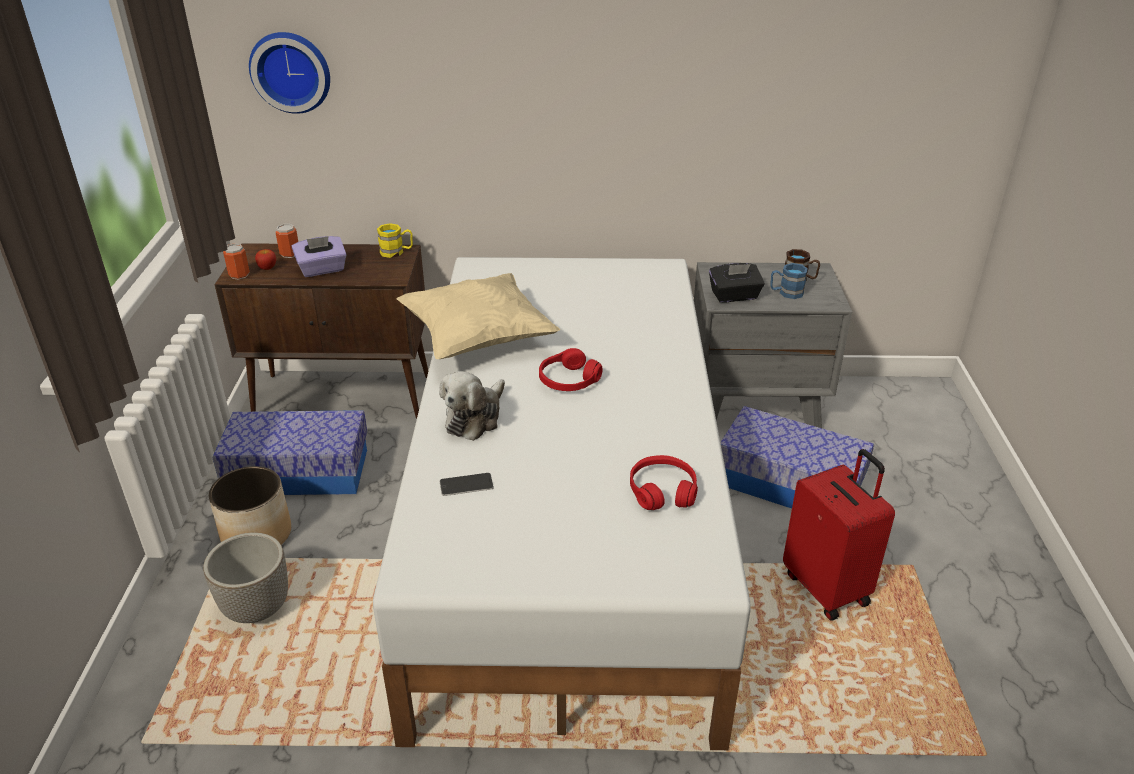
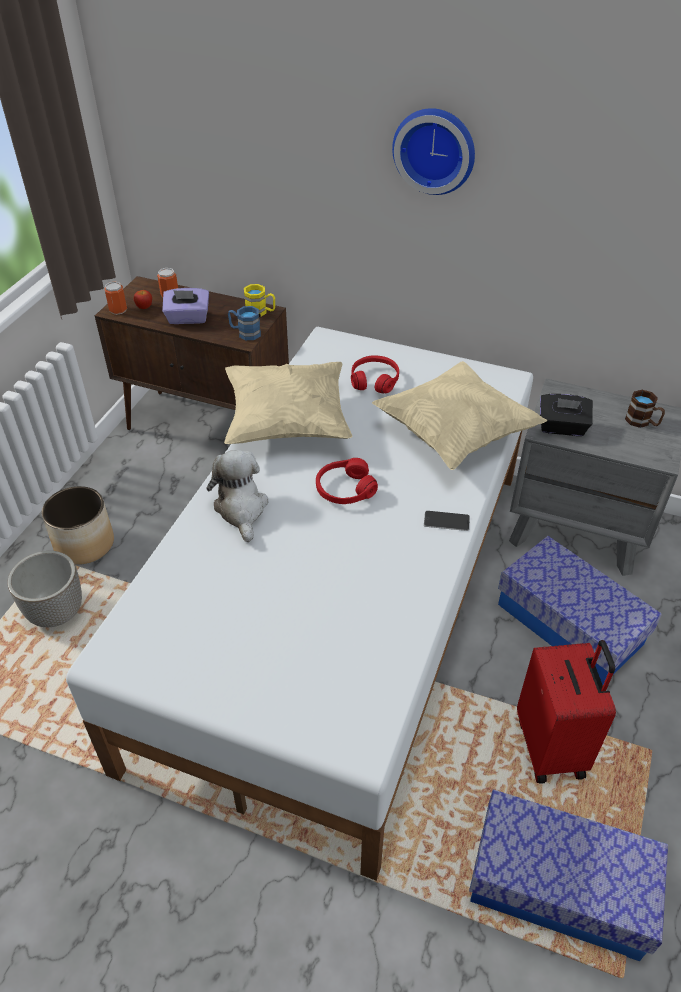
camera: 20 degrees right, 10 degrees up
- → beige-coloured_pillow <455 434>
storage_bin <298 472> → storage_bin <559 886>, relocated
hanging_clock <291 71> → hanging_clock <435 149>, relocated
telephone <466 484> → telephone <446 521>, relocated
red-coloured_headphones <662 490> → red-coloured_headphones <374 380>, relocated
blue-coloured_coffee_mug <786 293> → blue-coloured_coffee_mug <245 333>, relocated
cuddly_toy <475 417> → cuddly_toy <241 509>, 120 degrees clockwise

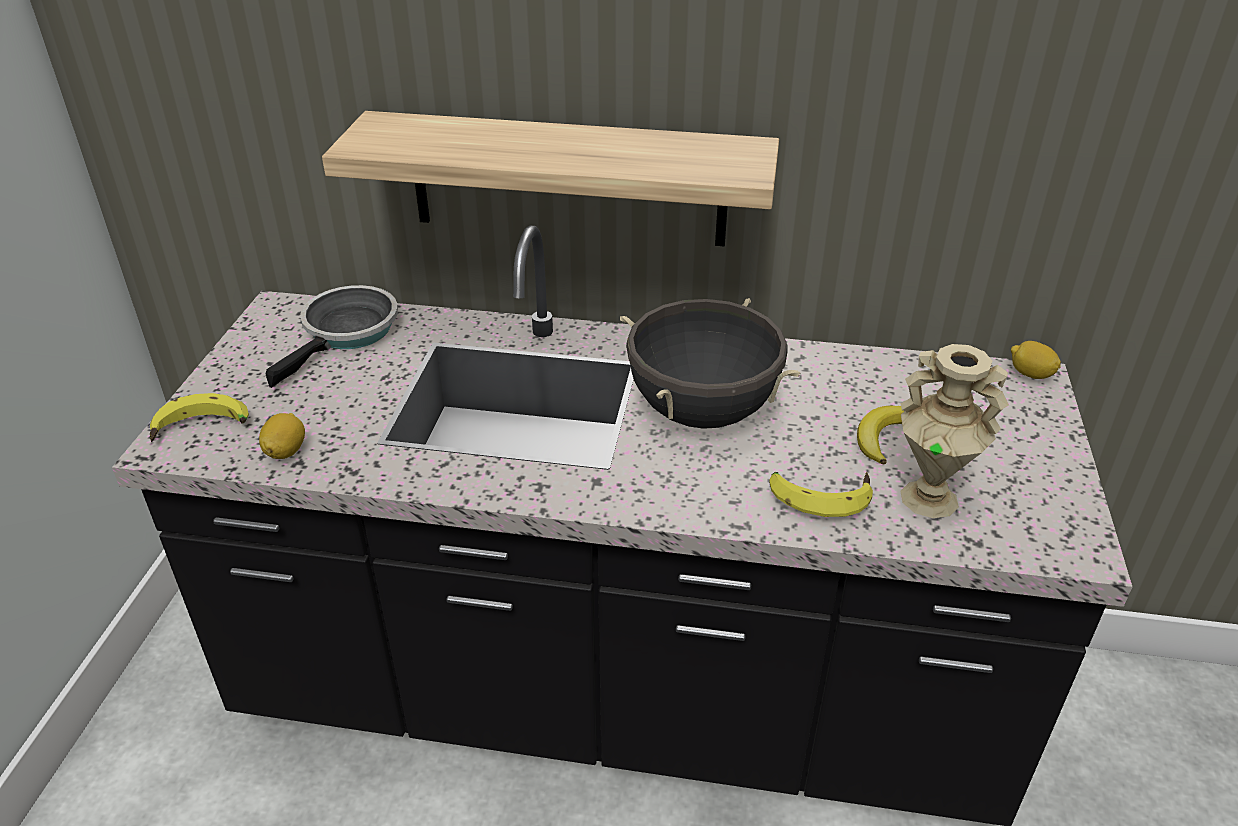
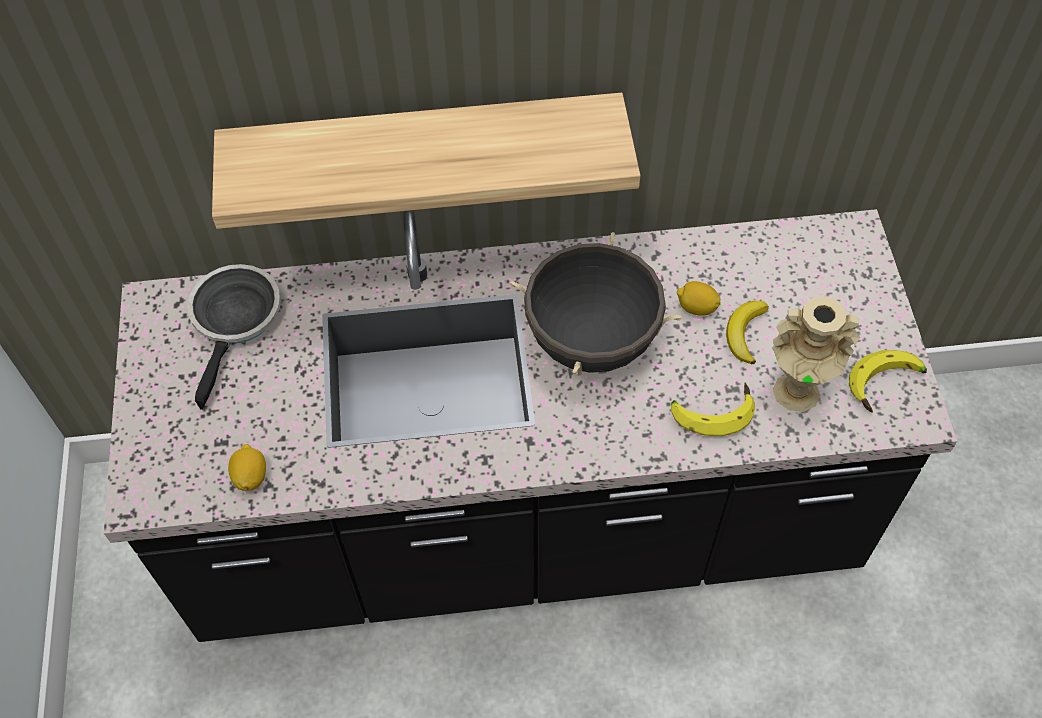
camera: 15 degrees left, 20 degrees up
whole_banana <201 430> → whole_banana <886 385>, relocated
whole_lemon <1030 374> → whole_lemon <696 307>, relocated

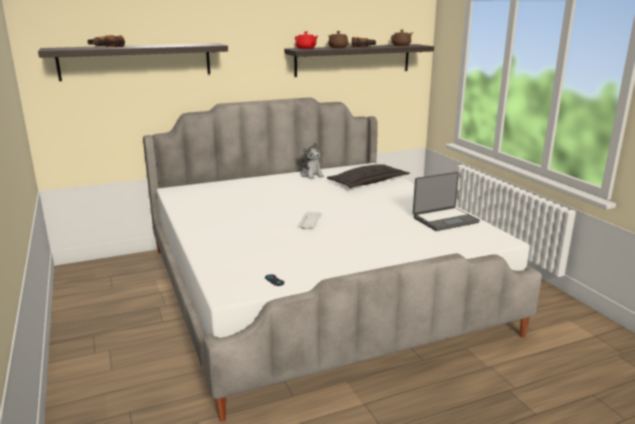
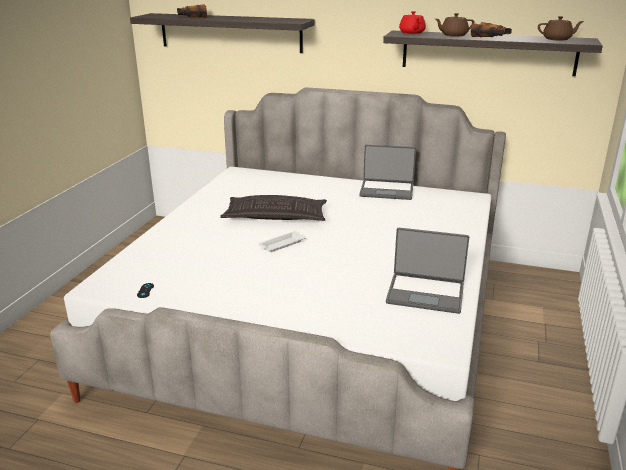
camera: 40 degrees right, 5 degrees up
pillow <368 182> → pillow <275 216>, relocated
cuddly_toy <311 175> → portable_computer <387 190>

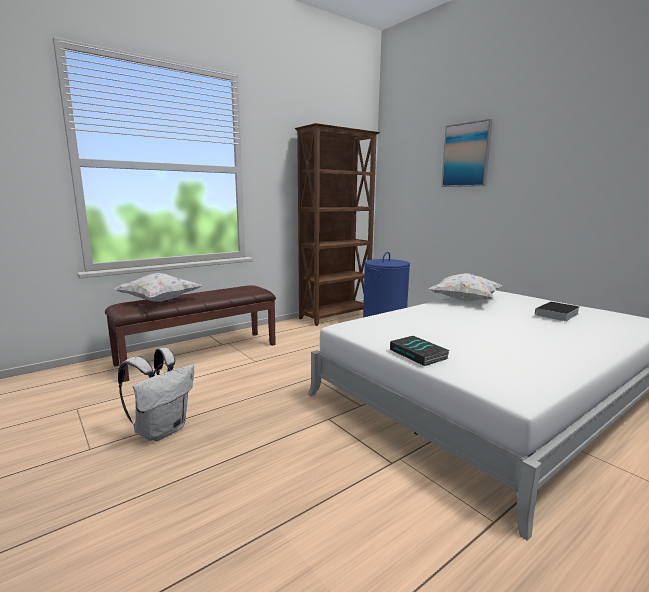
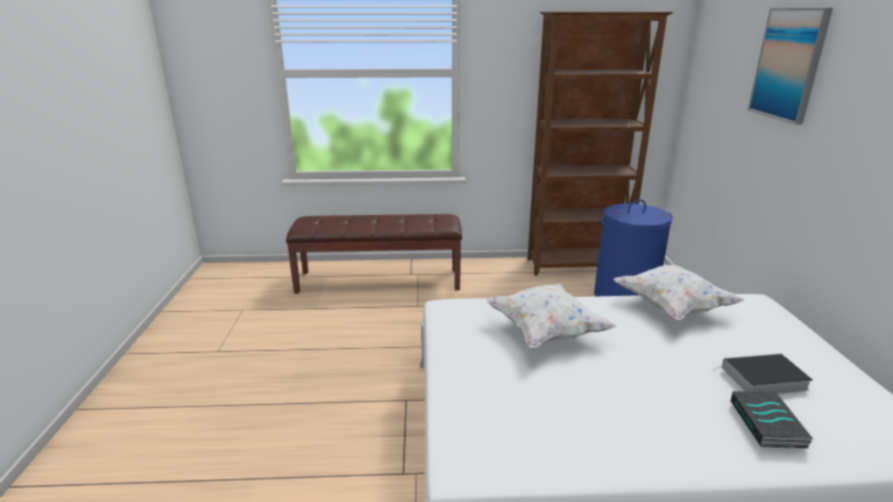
camera: 35 degrees right, 10 degrees up
white_rucksack <162 430> → -
white_pillow <159 301> → white_pillow <545 332>, relocated
volume <419 354> → volume <769 424>, relocated

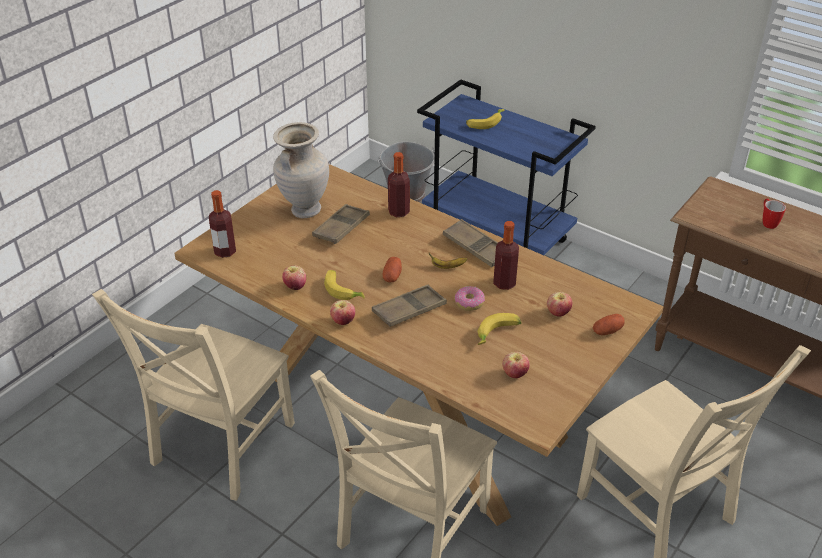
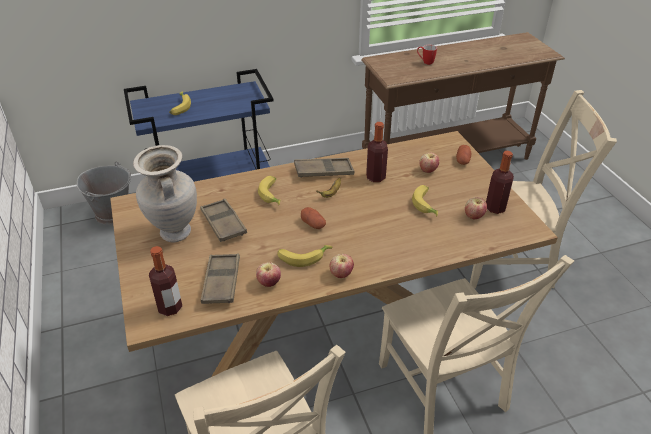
camera: 55 degrees left, 0 degrees up
doughnut <469 302> → -
- → whole_banana <273 195>
brown_tray <409 310> → brown_tray <221 282>, relocated
beverage_bottle <399 212> → beverage_bottle <495 208>, relocated

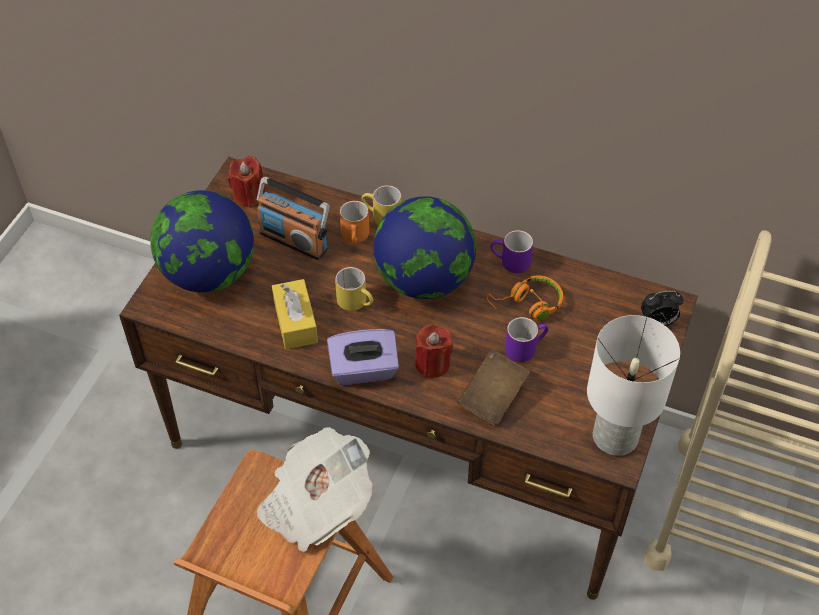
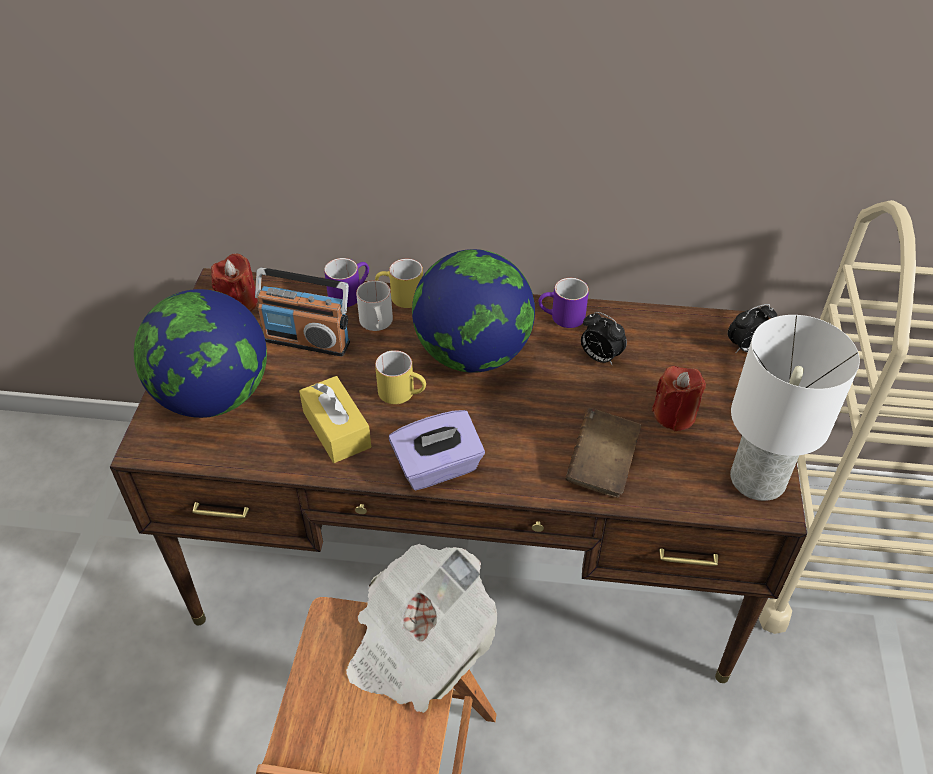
camera: 15 degrees left, 5 degrees down
red-coloured_wax_light <432 363> → red-coloured_wax_light <674 415>, relocated
purple-coloured_coffee_mug <525 347> → purple-coloured_coffee_mug <349 293>, relocated
orangey_headphones <528 304> → alarm_clock <599 357>
orangey_coffee_mug <356 237> → white_coffee_mug <378 324>

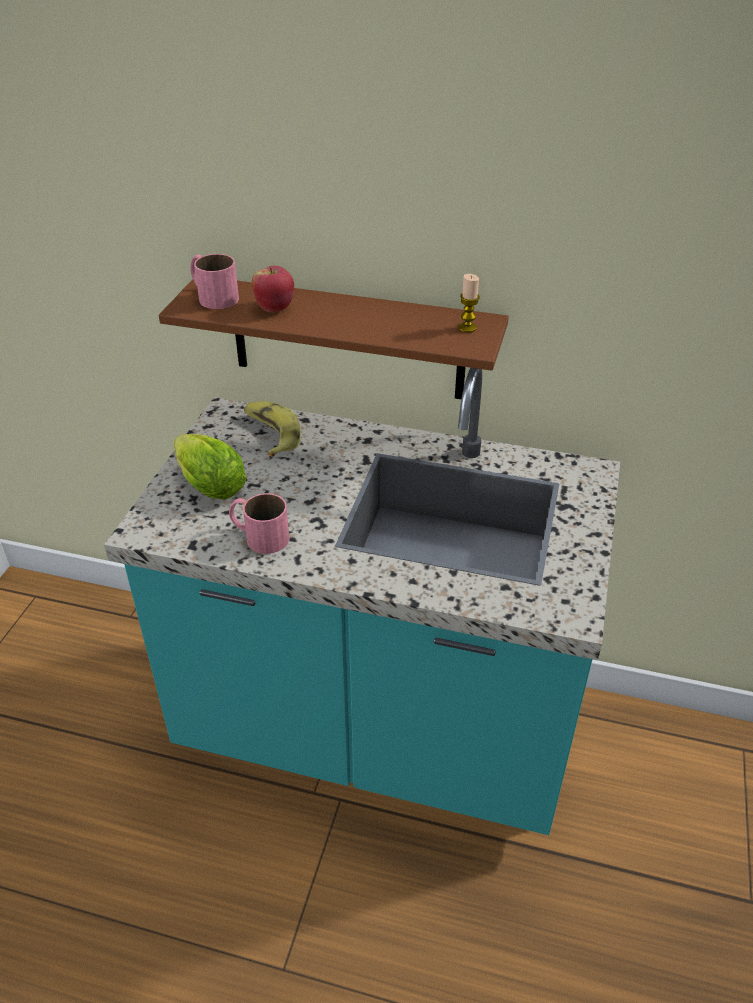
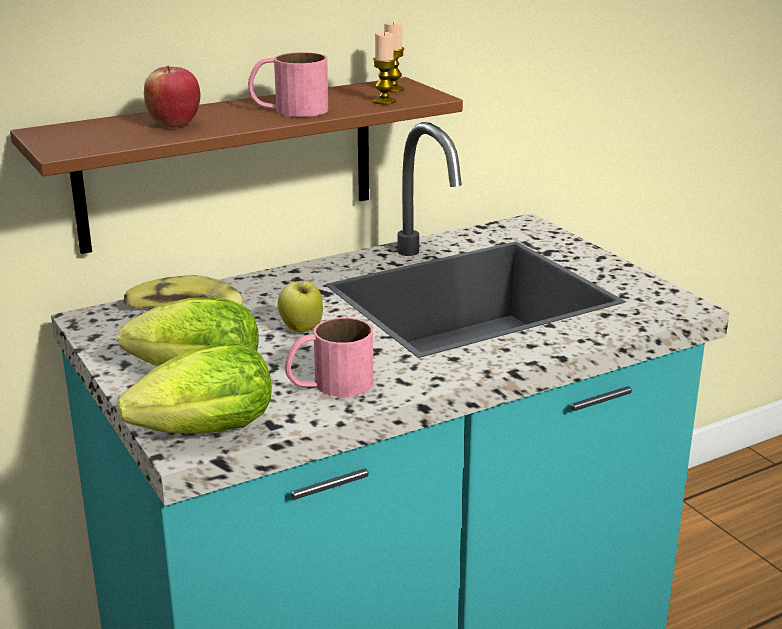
camera: 45 degrees left, 15 degrees down
- → lettuce <198 434>
- → apple <301 329>
- → wax_light <384 101>
pink_coffee_mug <212 296> → pink_coffee_mug <288 110>, relocated

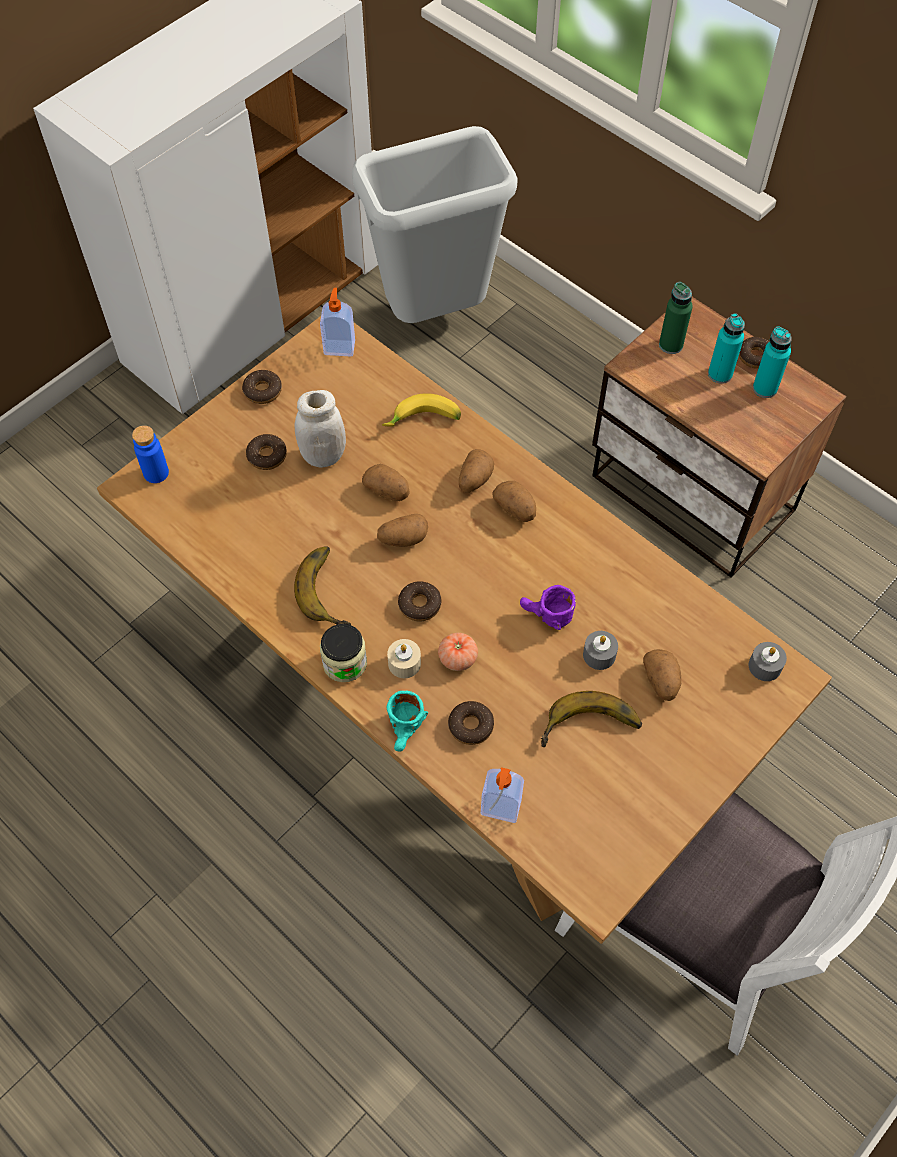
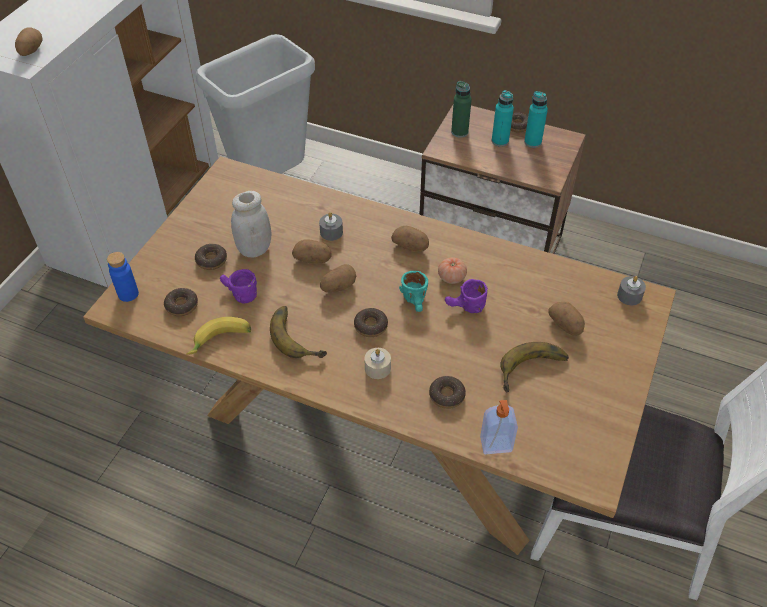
camera: 20 degrees left, 10 degrees down
soap_dispenser <339 347> → -
jar <345 663> → -
- → purple-coloured_coffee_mug <238 294>
doughnut <263 391> → doughnut <181 305>, relocated
whole_banana <423 421> → whole_banana <221 341>, relocated
blue-green_coffee_mug <406 731> → blue-green_coffee_mug <416 302>, relocated
whole_tomato <457 658> → whole_tomato <451 277>, relocated
potato <474 479> → potato <31 51>, relocated
gray_wax_light <599 655> → gray_wax_light <331 232>, relocated

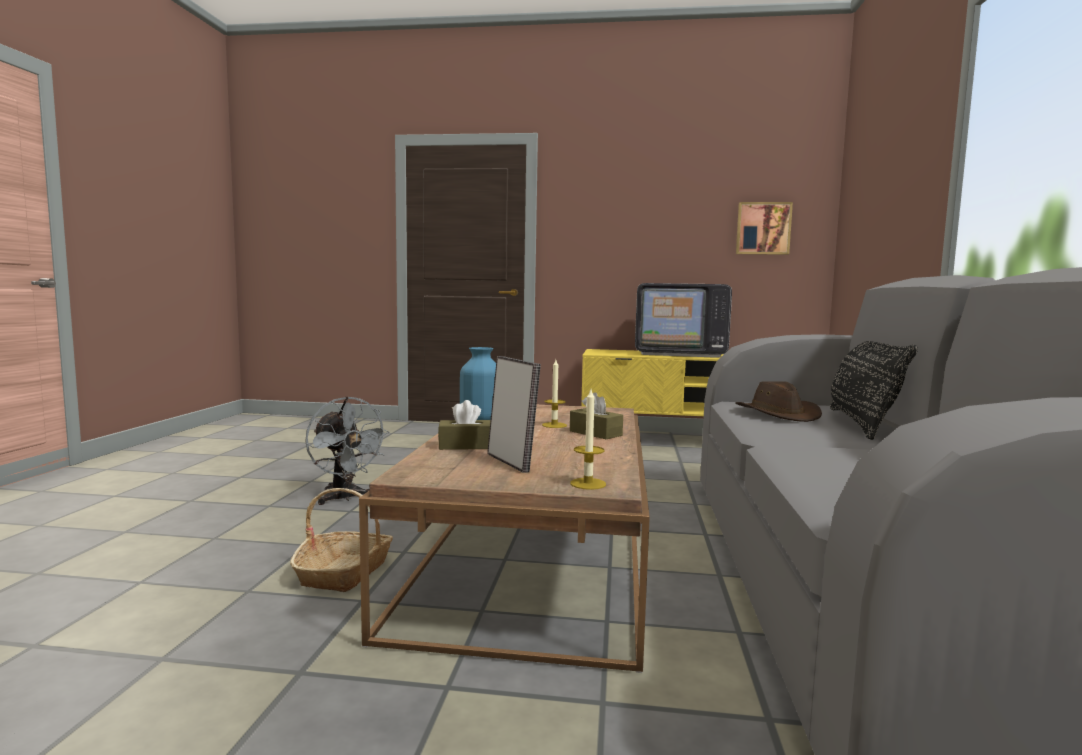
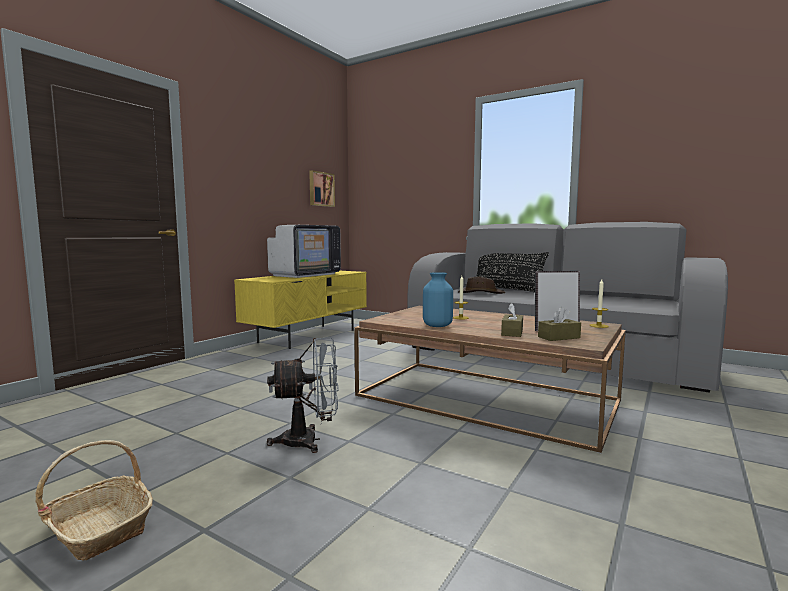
camera: 65 degrees left, 0 degrees up
household_basket <344 572> → household_basket <99 529>, relocated
brown_tissue_box <595 433> → brown_tissue_box <559 337>, relocated

